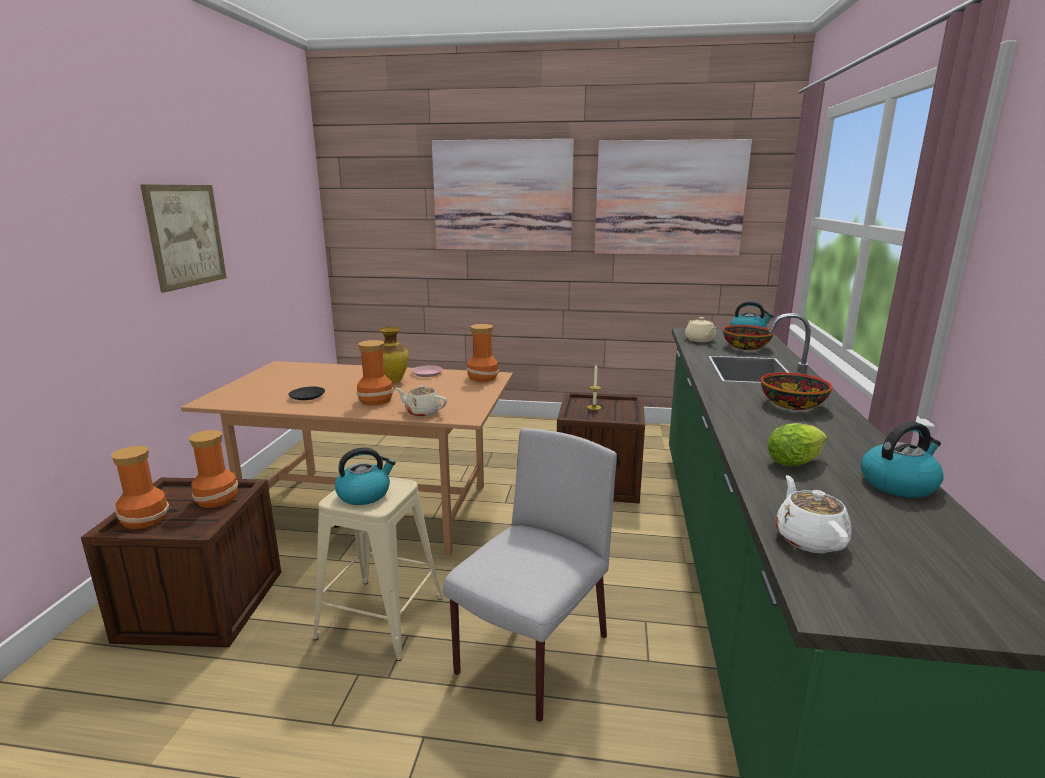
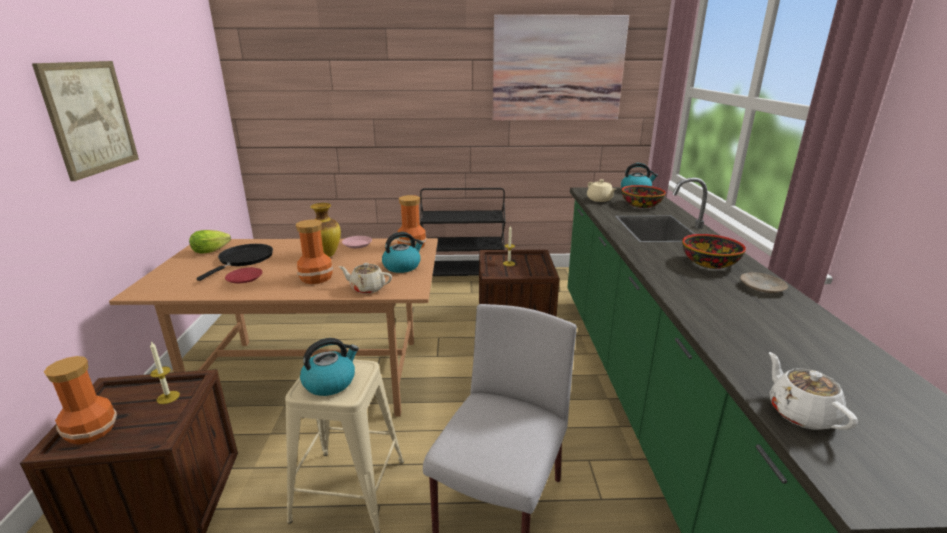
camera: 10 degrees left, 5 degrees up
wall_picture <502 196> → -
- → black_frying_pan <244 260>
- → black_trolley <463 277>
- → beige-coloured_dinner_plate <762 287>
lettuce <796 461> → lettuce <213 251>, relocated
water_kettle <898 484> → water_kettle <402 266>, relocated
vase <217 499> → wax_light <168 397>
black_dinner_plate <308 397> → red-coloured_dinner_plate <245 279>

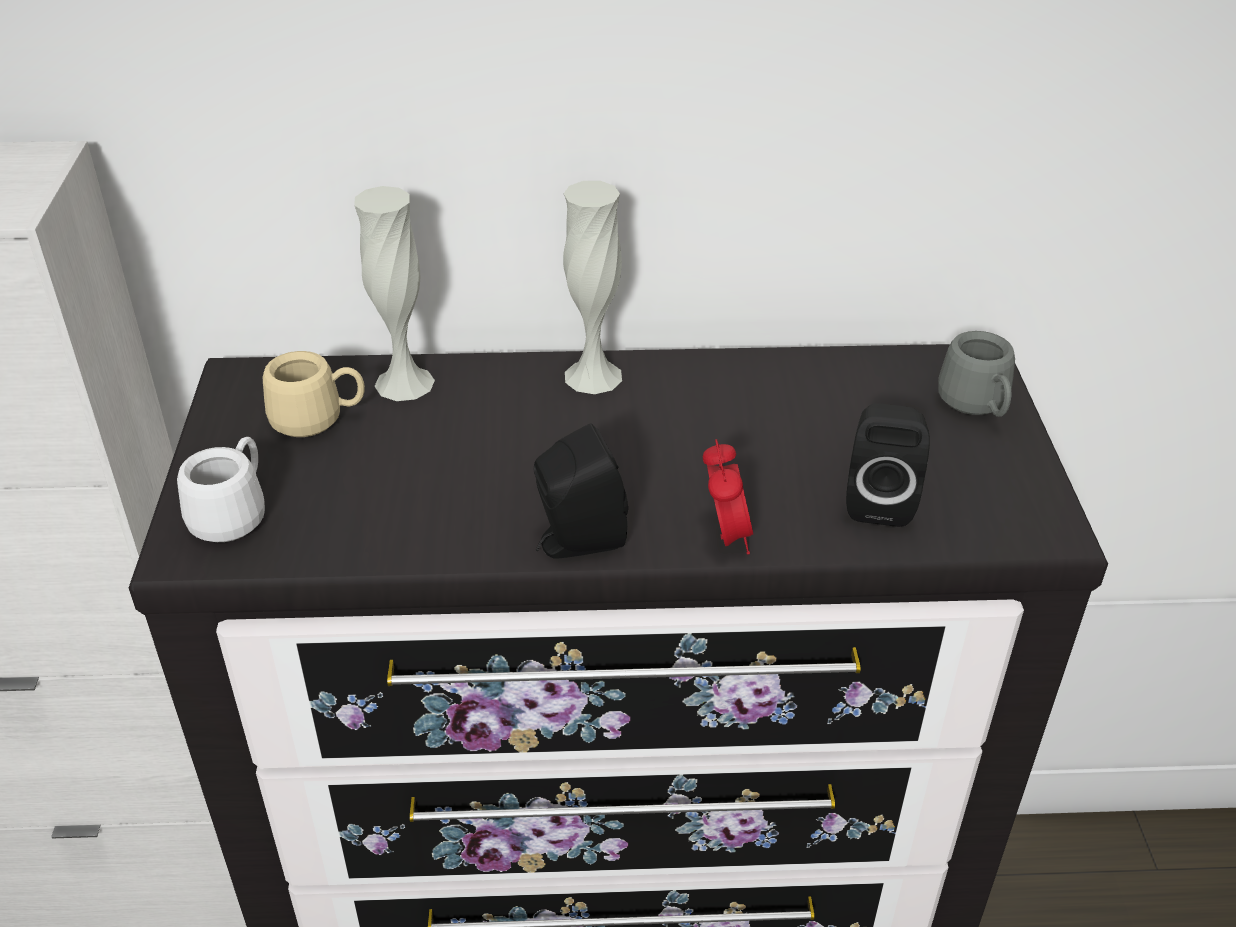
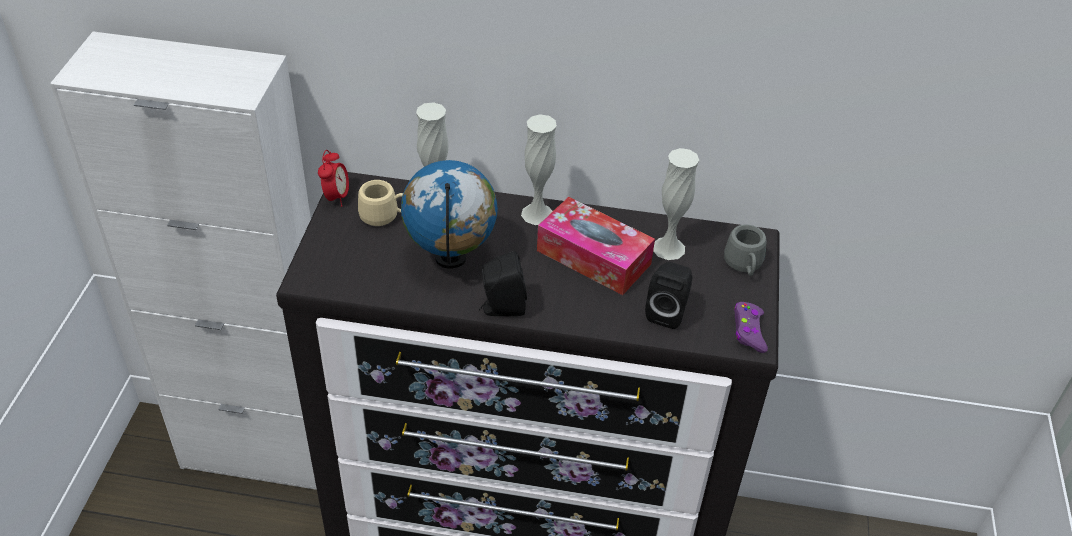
camera: 10 degrees right, 5 degrees up
white_coffee_mug <234 512> → -
- → desk_globe <451 259>
- → tissue_box <593 257>
- → white_vase <668 248>
- → purple-coloured_gamepad <748 331>
alarm_clock <725 536> → alarm_clock <336 197>, relocated

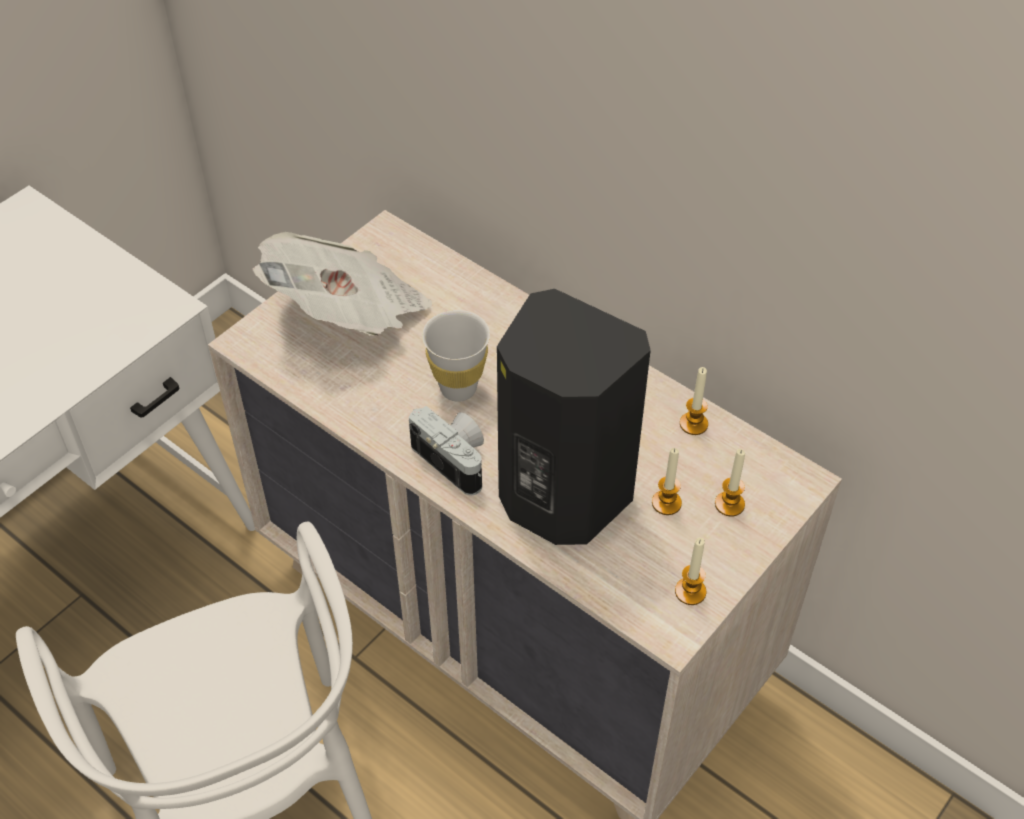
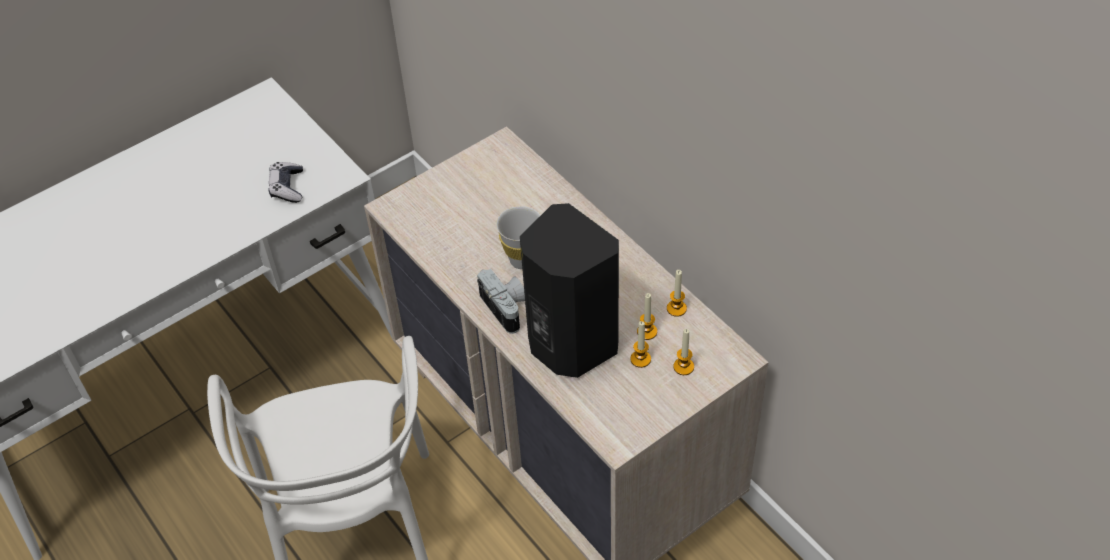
camera: 15 degrees right, 0 degrees up
printed_paper <349 314> → -
- → gamepad <287 187>
wax_light <690 592> → wax_light <647 332>, relocated

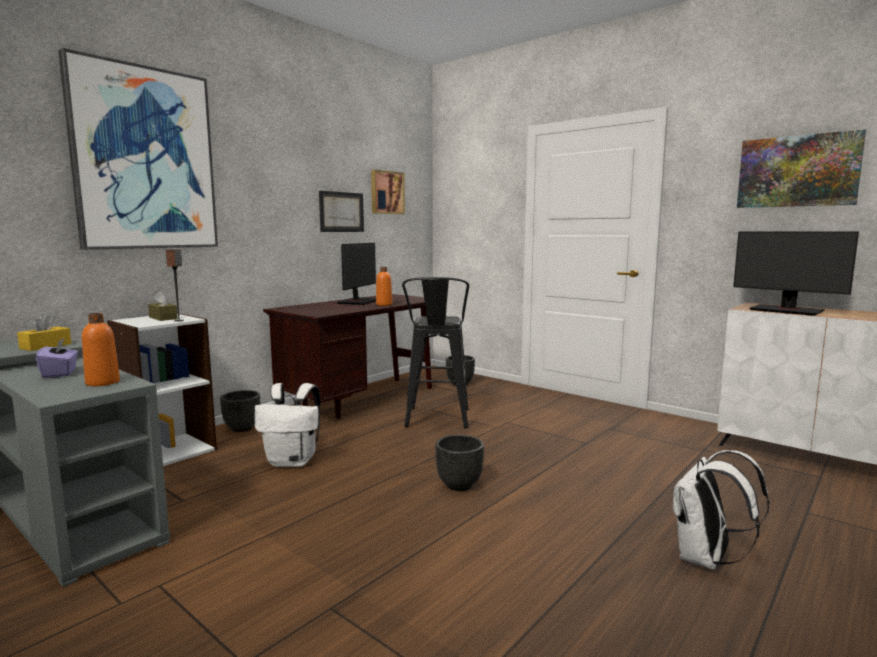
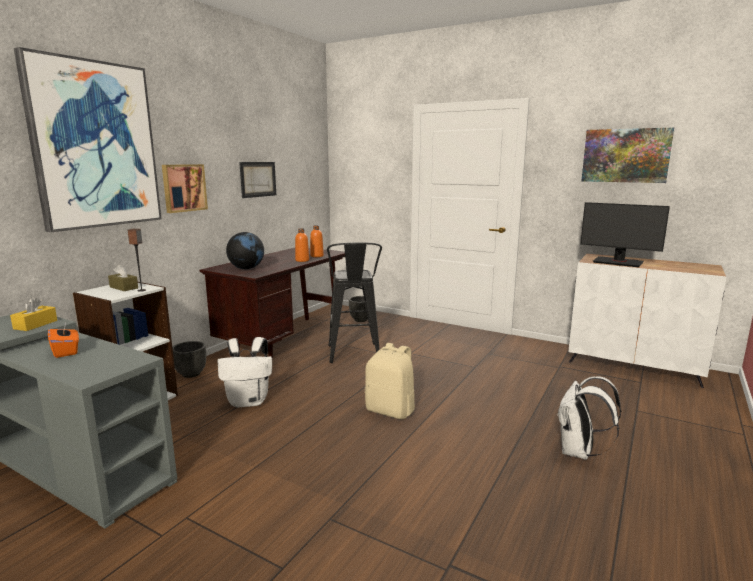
camera: 10 degrees left, 5 degrees up
computer_screen <358 301> → -
- → desk_globe <246 268>
orangey_beverage_bottle <102 382> → orangey_beverage_bottle <317 256>, relocated
wall_picture <386 192> → wall_picture <183 188>, relocated
black_plant_pot <459 485> → beige-coloured_rucksack <391 411>
purple-coloured_tissue_box <60 373> → orangey_tissue_box <66 351>

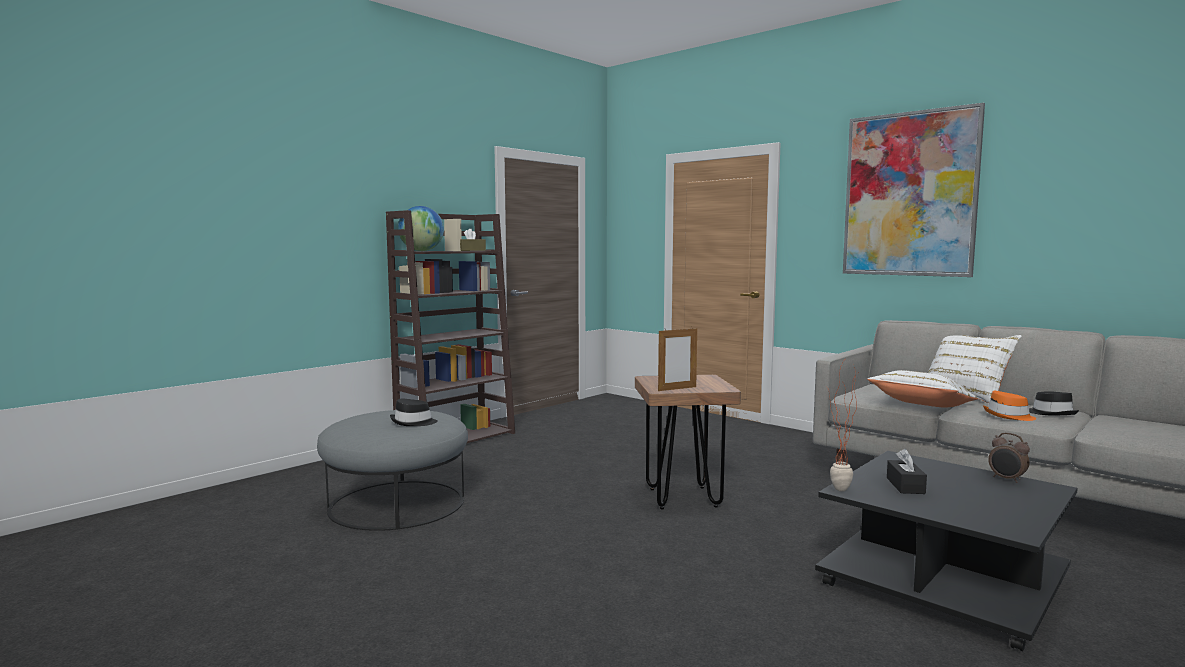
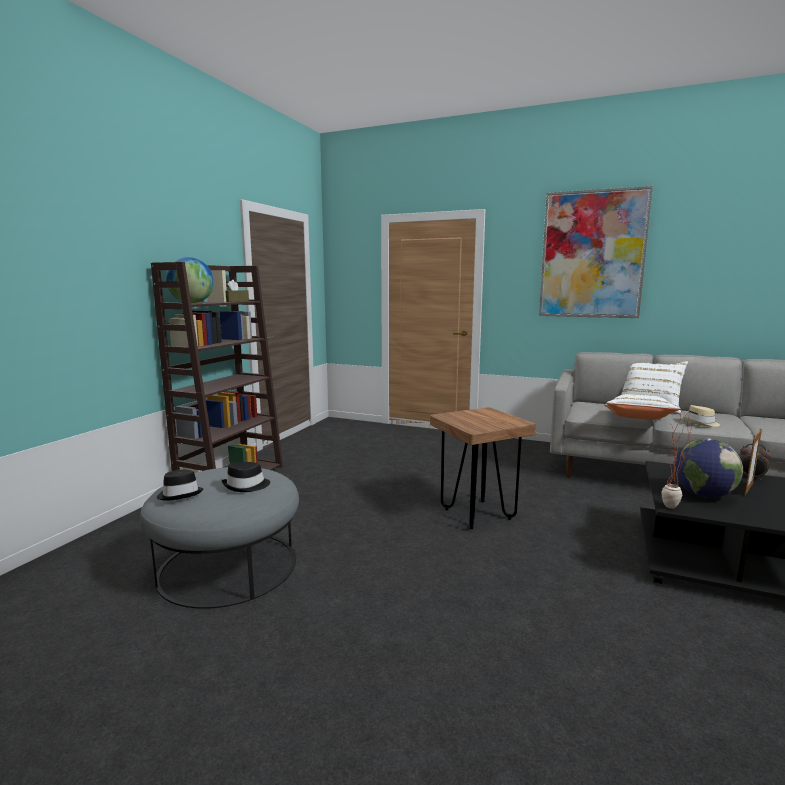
camera: 20 degrees left, 5 degrees up
picture_frame <677 389> → picture_frame <748 489>, relocated
black_wearable_hat <1051 413> → black_wearable_hat <180 494>, relocated
black_tissue_box <905 486> → desk_globe <703 495>
orangey_wearable_hat <1009 416> → beige-coloured_wearable_hat <701 423>

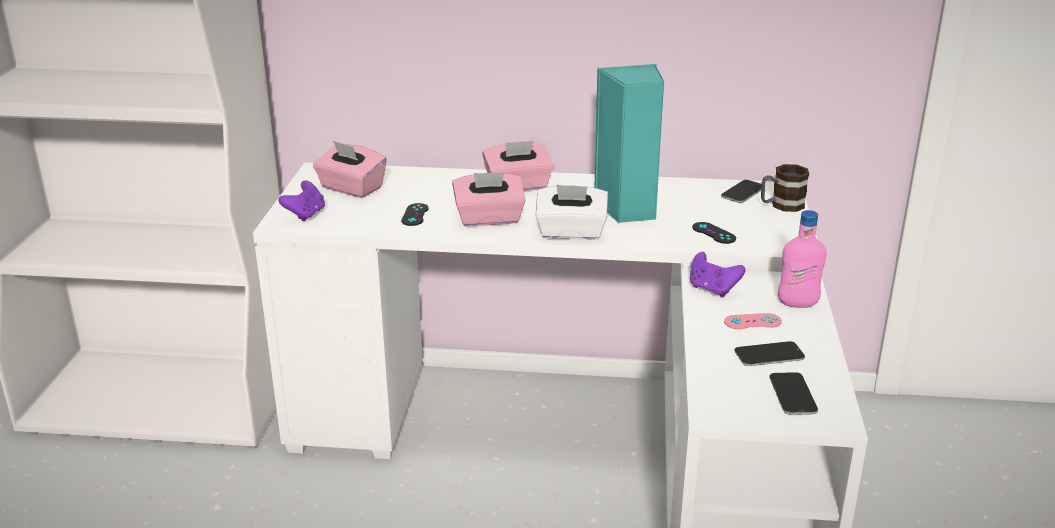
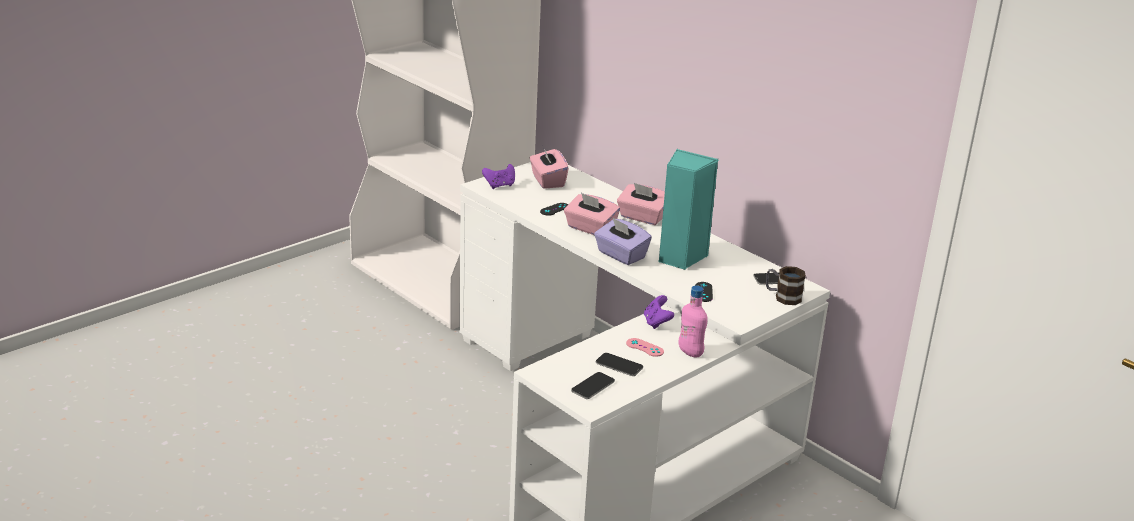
camera: 40 degrees right, 0 degrees up
white_tissue_box <571 233> → purple-coloured_tissue_box <620 255>

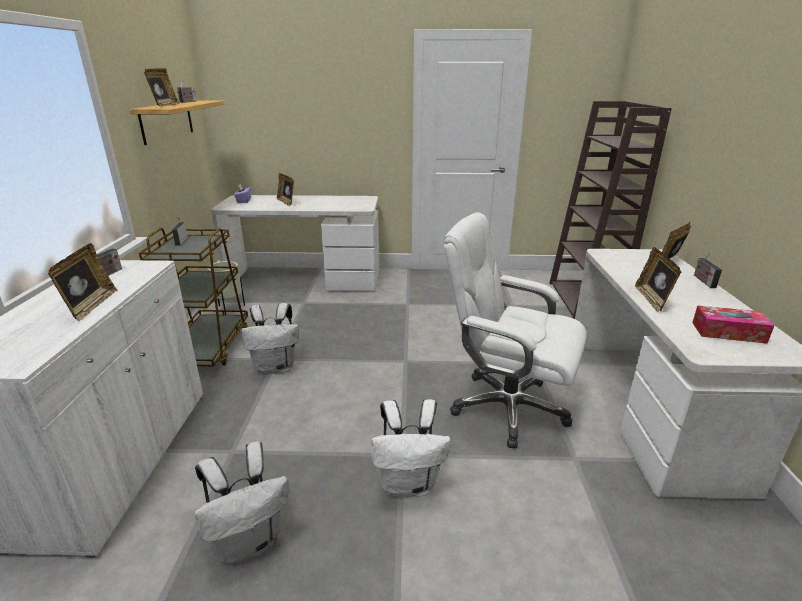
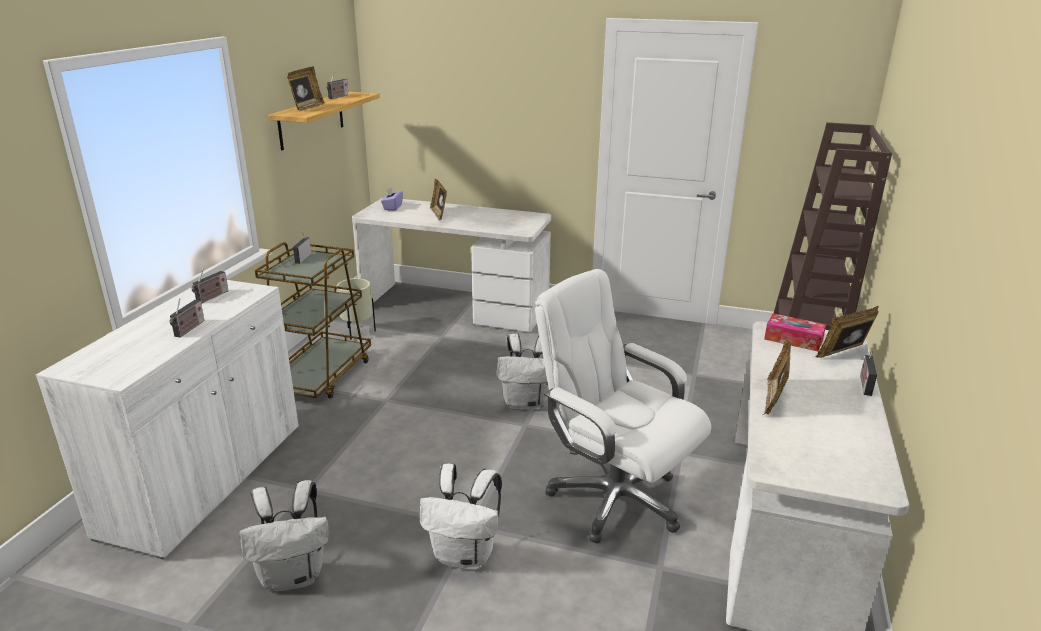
camera: 15 degrees right, 0 degrees up
white_rucksack <276 367> → white_rucksack <527 403>, relocated
tissue_box <728 332> → tissue_box <793 339>, relocated
picture_frame <91 306> → radio_receiver <189 329>

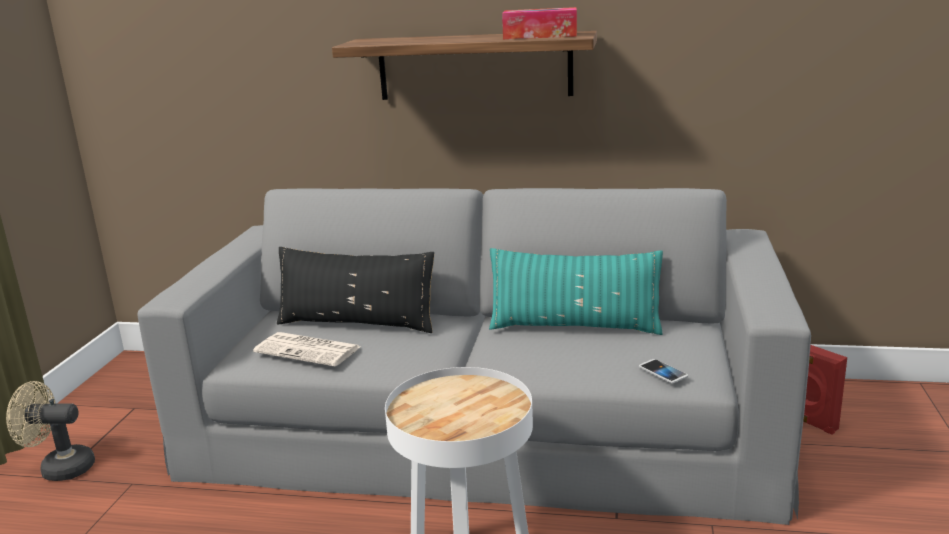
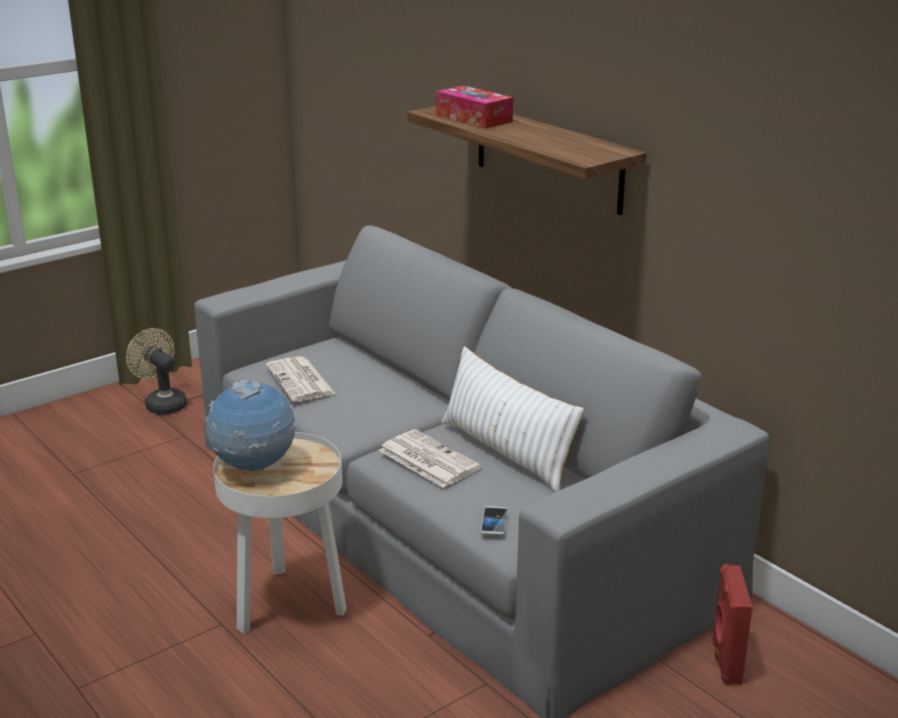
camera: 40 degrees right, 5 degrees up
black_pillow <357 323> → -
- → desk_globe <254 468>
- → printed_paper <427 459>
tissue_box <540 36> → tissue_box <474 118>, relocated
blue-green_pillow <574 326> → white_pillow <506 451>

